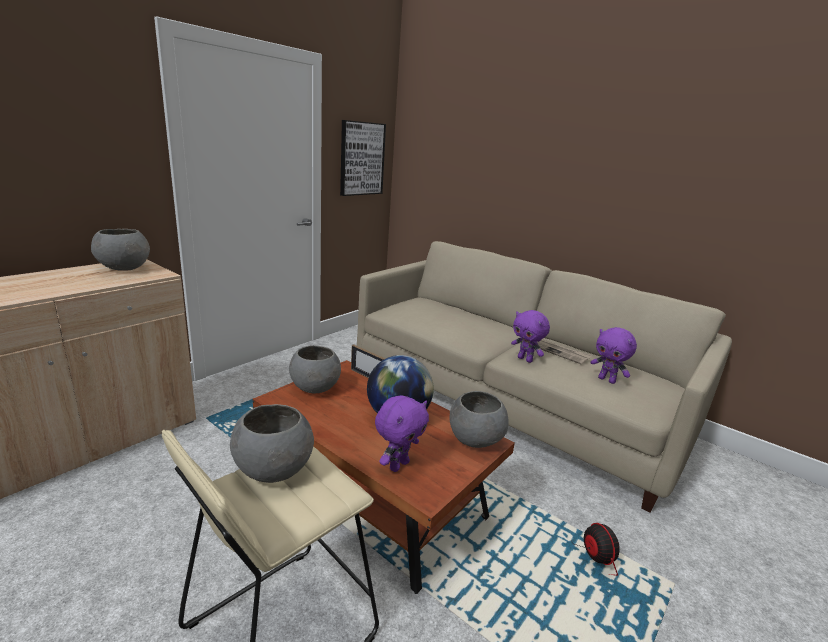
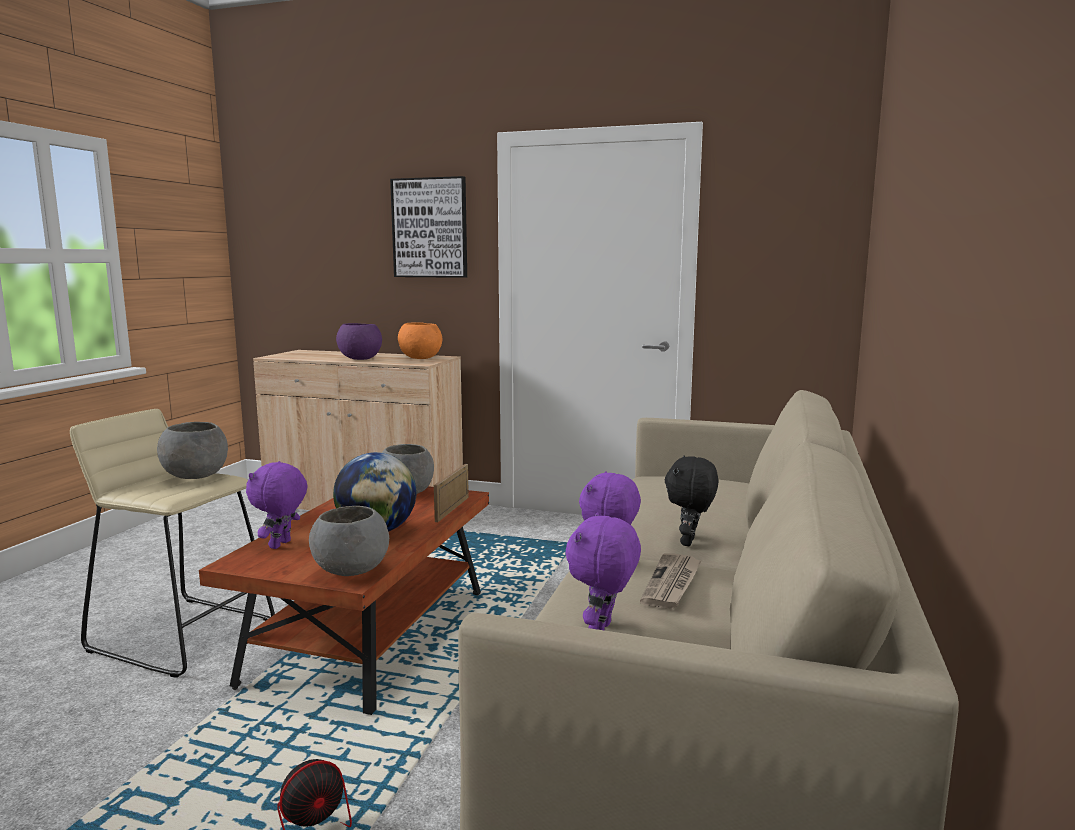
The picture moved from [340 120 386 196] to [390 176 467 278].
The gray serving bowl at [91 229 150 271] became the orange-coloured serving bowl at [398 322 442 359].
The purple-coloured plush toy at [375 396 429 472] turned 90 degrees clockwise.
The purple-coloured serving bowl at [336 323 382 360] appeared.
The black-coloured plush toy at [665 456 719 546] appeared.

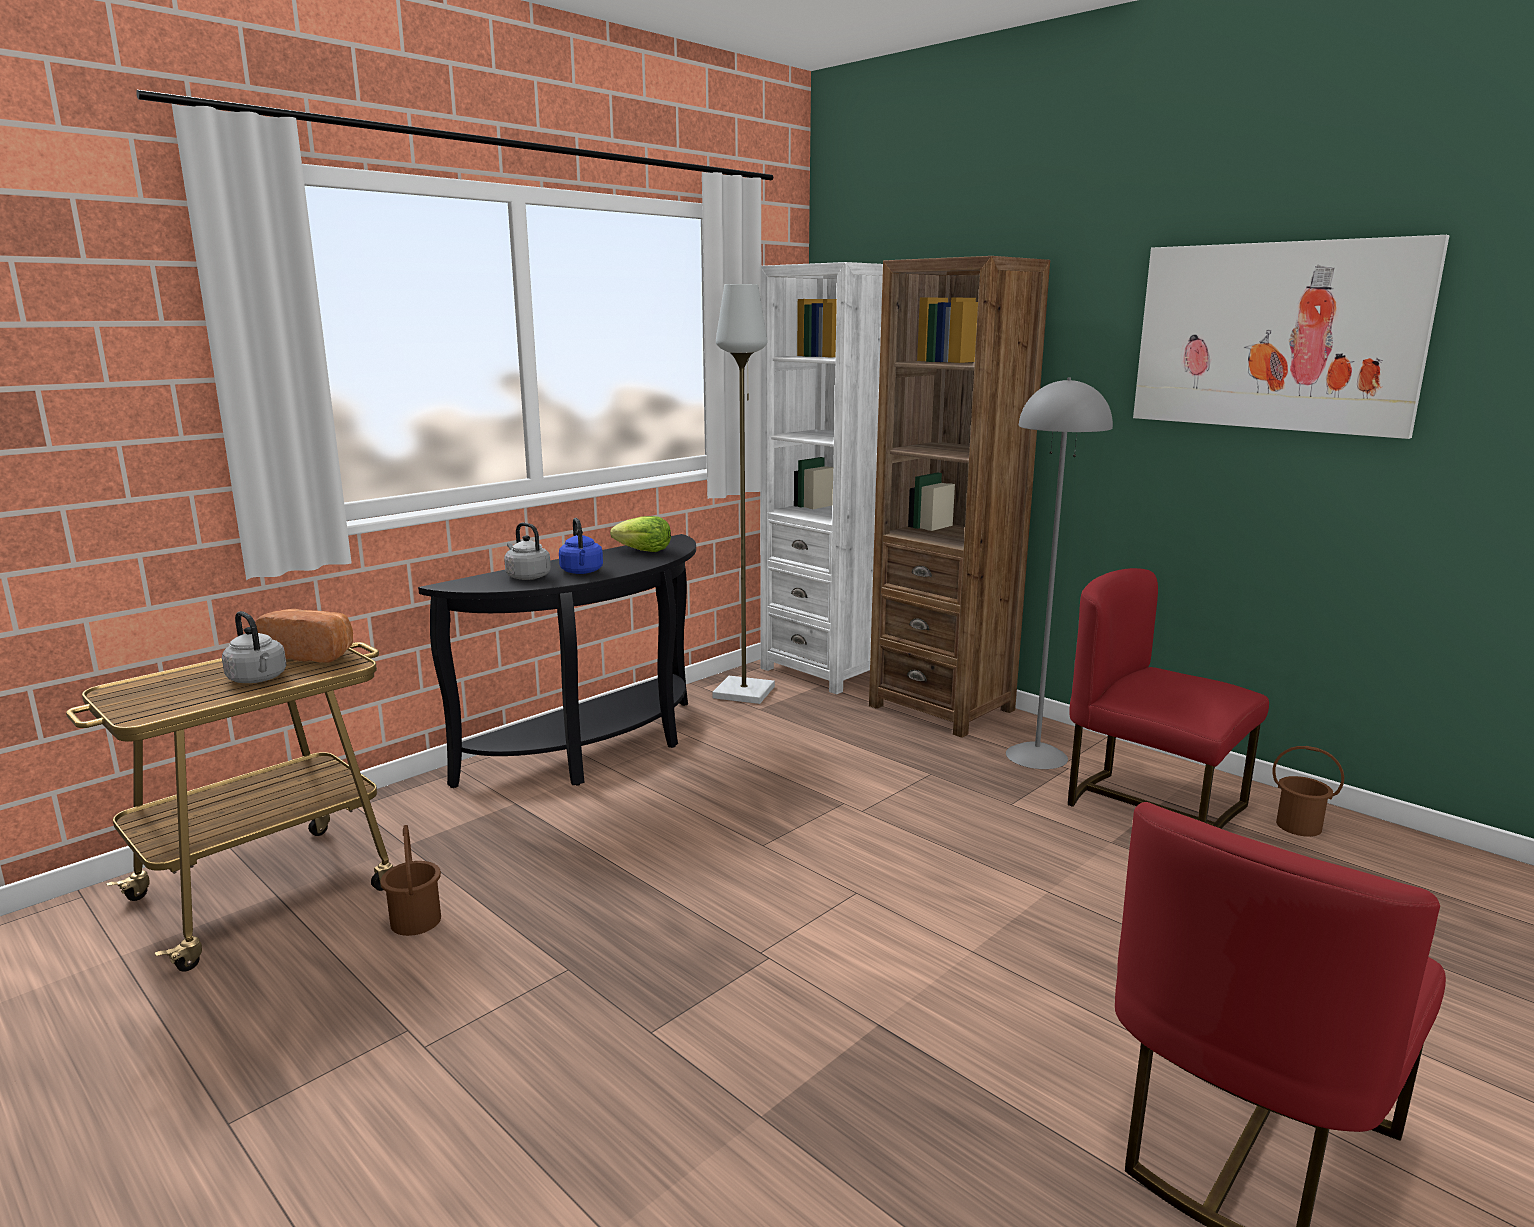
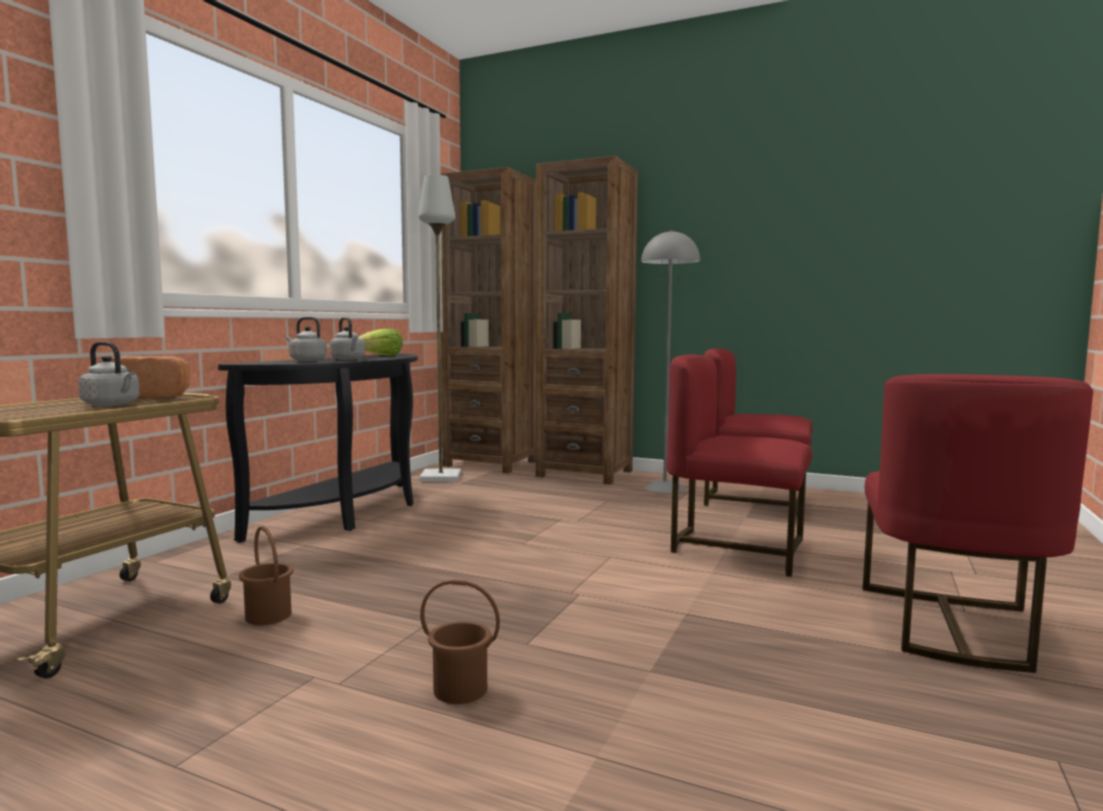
The picture at [1133 235 1450 439] disappeared.
The whitish shelving unit at [760 262 883 694] became the brown shelving unit at [441 167 536 473].
The bluish water kettle at [559 518 603 574] became the gray water kettle at [330 317 365 360].
The brown water bucket moved from [1272 746 1344 837] to [420 579 500 704].
The reddish chair at [666 354 812 577] appeared.

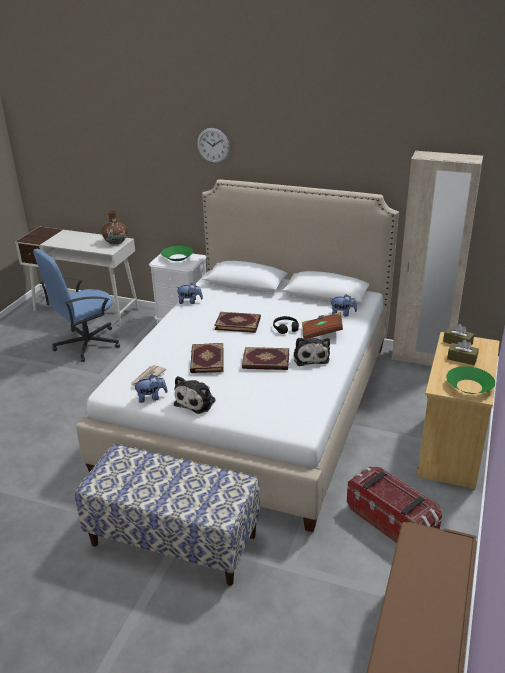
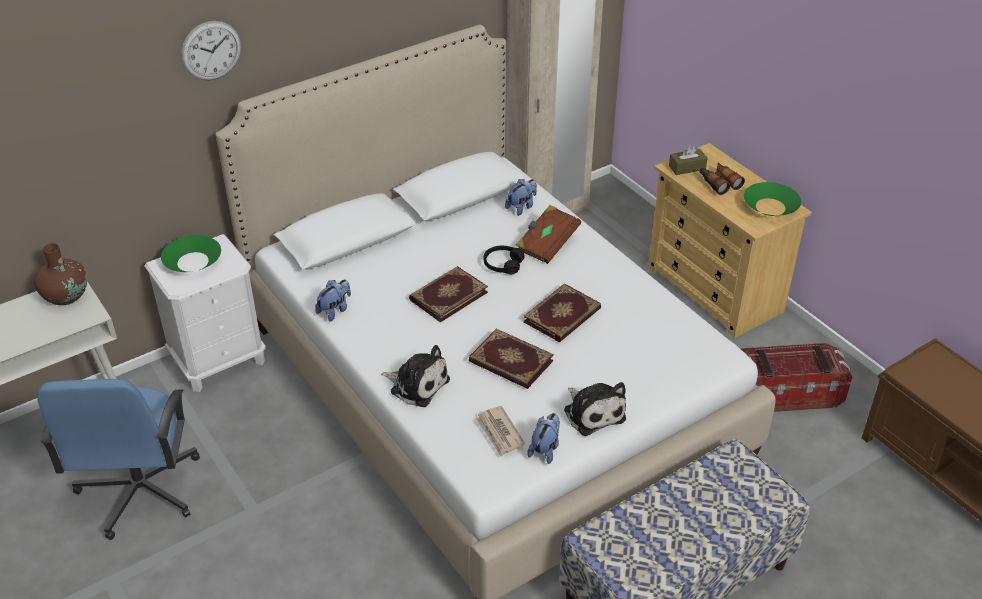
The plush toy moved from [294 338 330 366] to [381 345 450 407].
The brown box of tissues at [447 340 479 365] was replaced by the pair of binoculars at [699 163 745 195].

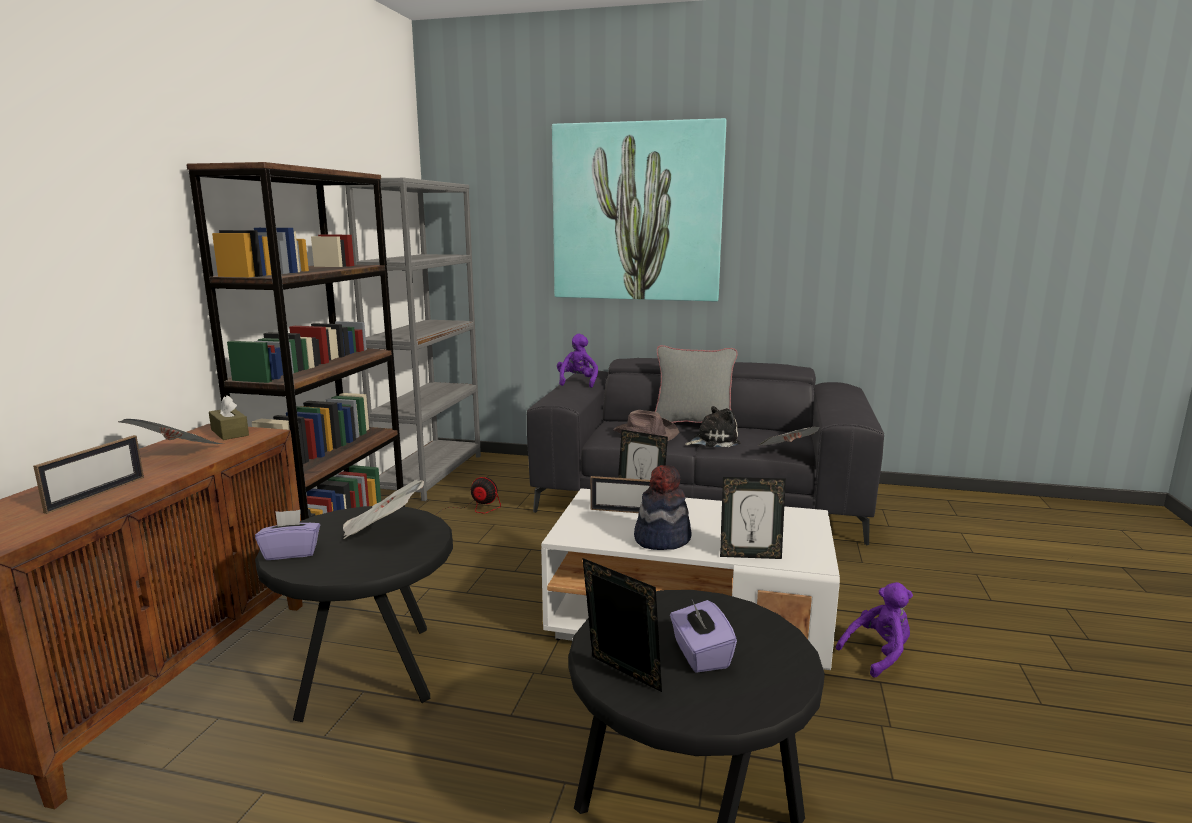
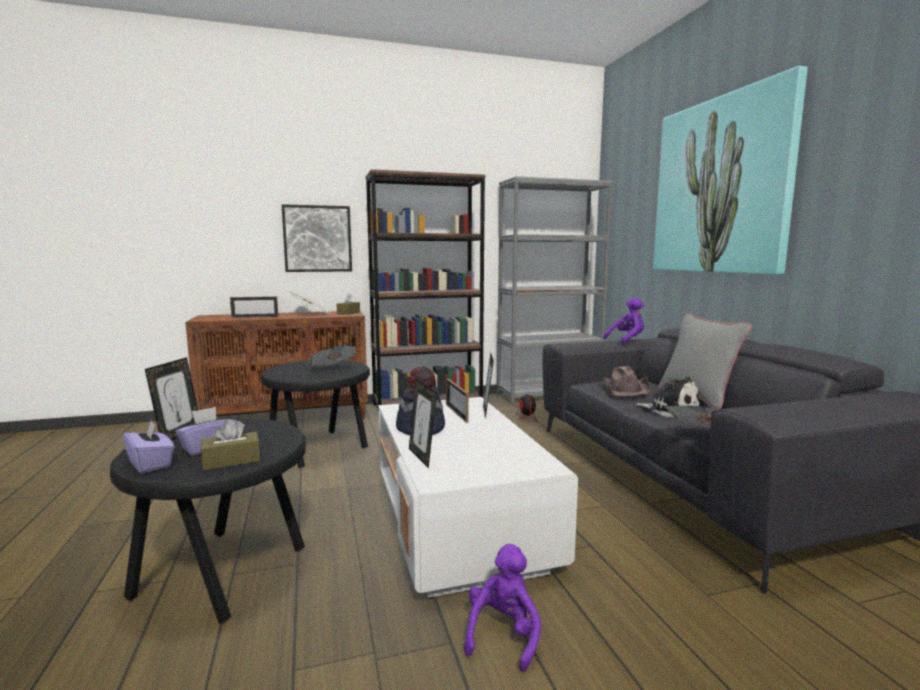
The purple-coloured box of tissues moved from [255 510 320 560] to [123 421 174 474].
The purple-coloured plush toy at [836 582 913 677] turned 105 degrees counterclockwise.
The picture at [282 204 352 272] appeared.
The brown box of tissues at [201 419 260 470] appeared.

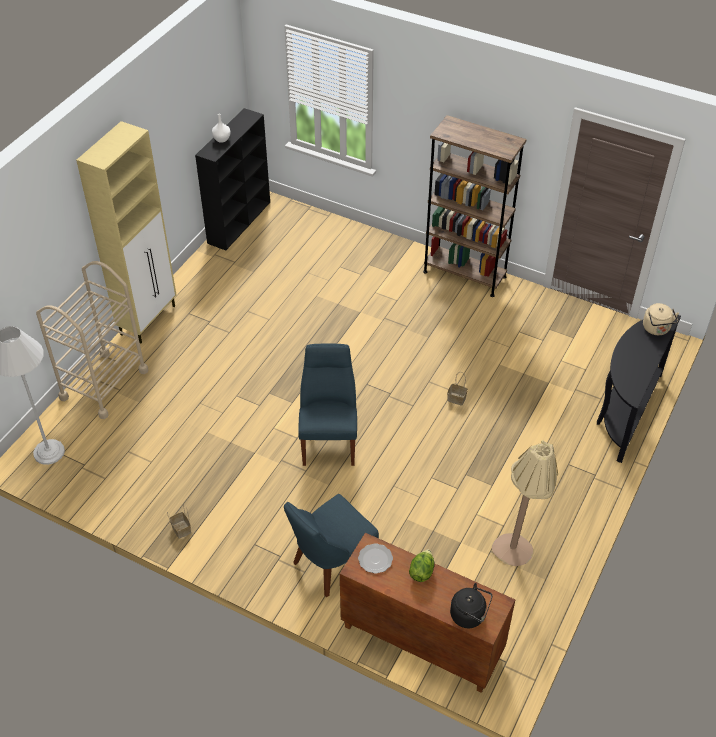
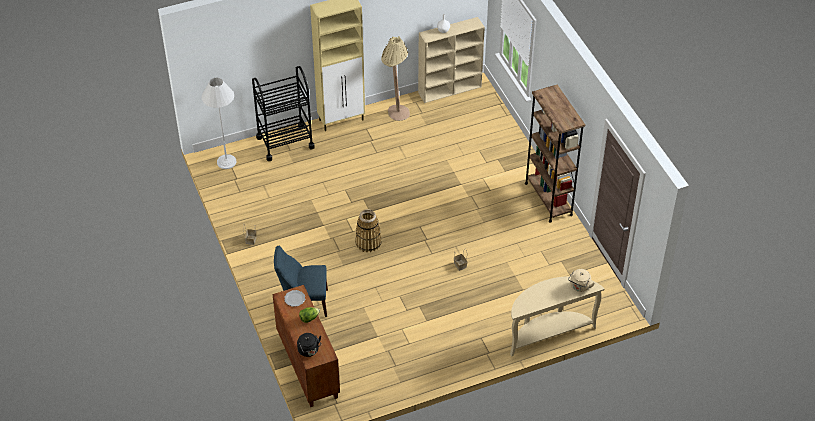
The black-coloured shelving unit at [195 108 270 250] became the sand-coloured shelving unit at [418 17 485 103].
The sand-coloured cart at [36 261 148 419] became the black-coloured cart at [252 66 315 161].
The black-coloured console table at [597 314 681 463] became the sand-coloured console table at [510 276 604 357].
The bluish chair at [298 344 357 466] was replaced by the basket at [355 209 382 252].
The sand-coloured standard lamp moved from [492 440 558 566] to [381 36 410 121].

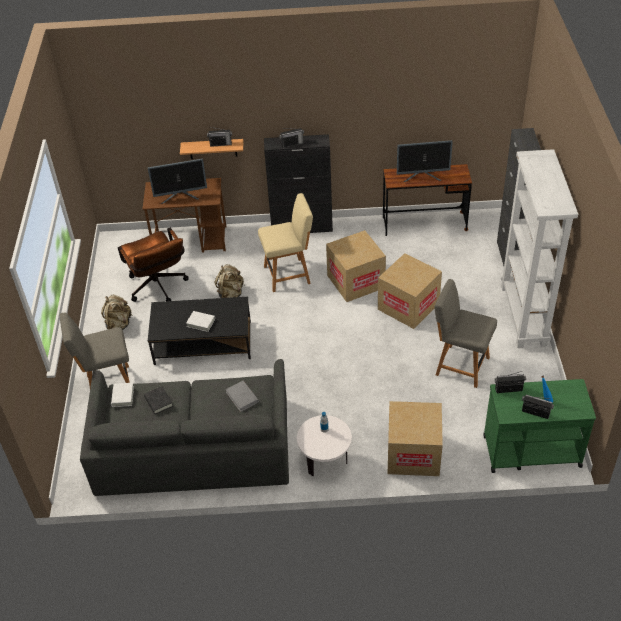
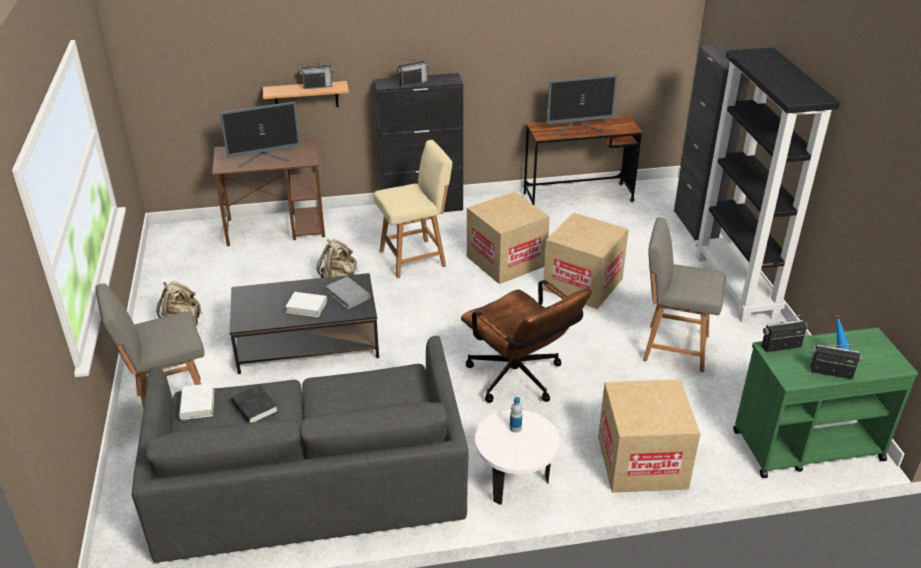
The whitish shelving unit at [501 149 578 348] became the black-coloured shelving unit at [695 47 840 322].
The brown office chair moved from [118 227 189 302] to [461 280 591 403].
The gray book moved from [225 381 259 412] to [325 276 371 309].

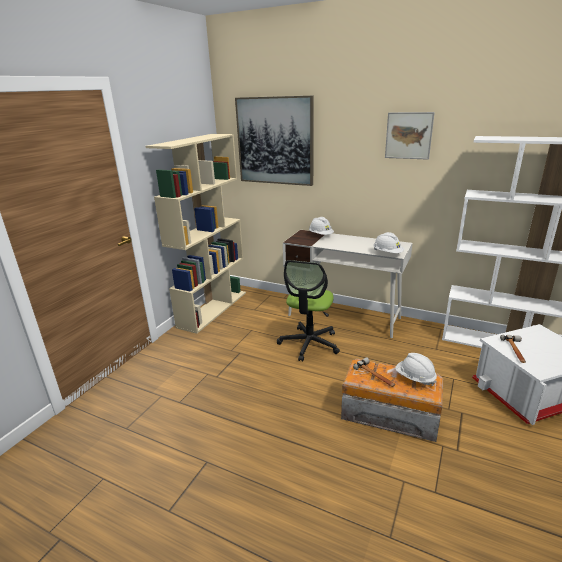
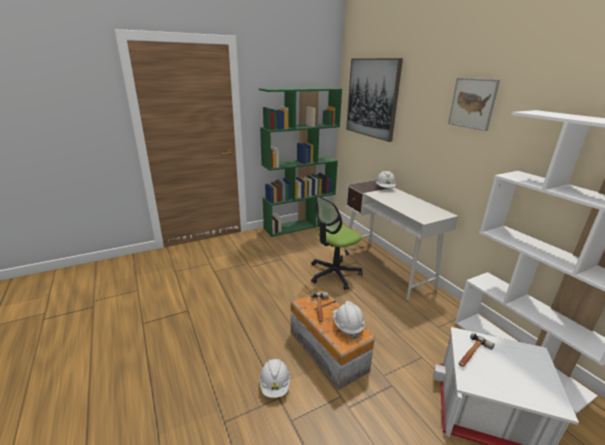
The sand-coloured shelving unit at [146 134 246 334] became the green-coloured shelving unit at [259 87 342 237].
The whitish work helmet moved from [373 232 404 253] to [259 359 290 398].

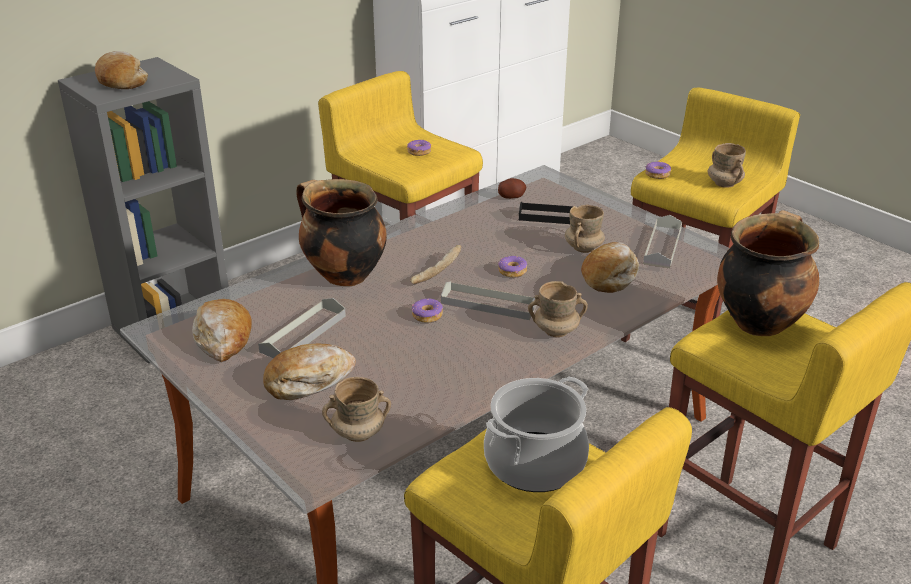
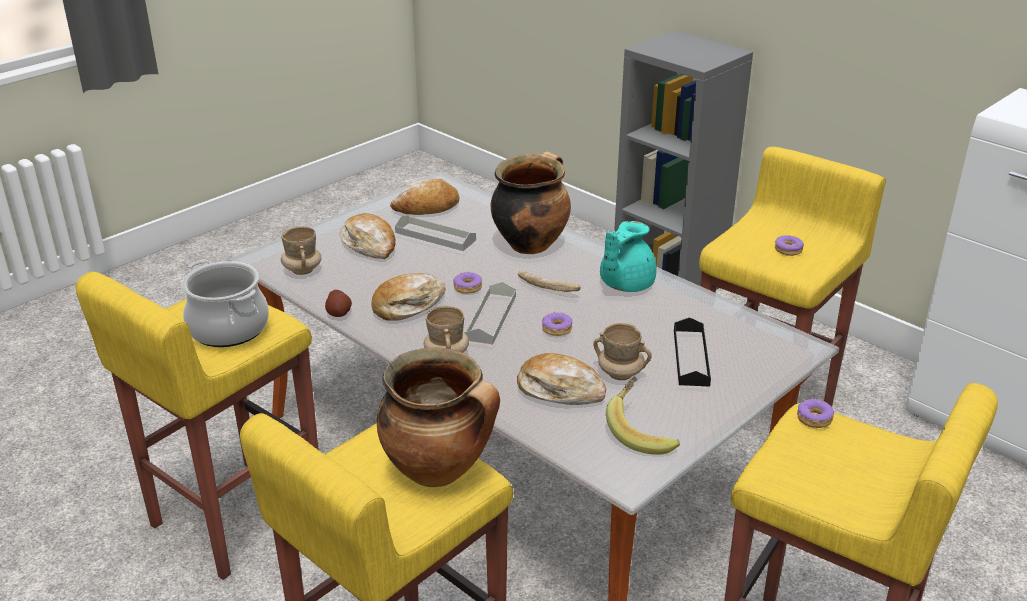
The bakery bread moved from [95 51 148 89] to [372 273 446 321].
The sand-coloured tea mug at [708 143 746 188] disappeared.
The potato moved from [498 178 526 199] to [325 290 352 317].
The gray tray at [643 215 682 268] was replaced by the banana at [606 376 680 455].
The turquoise-coloured tea pot at [600 221 656 292] appeared.

